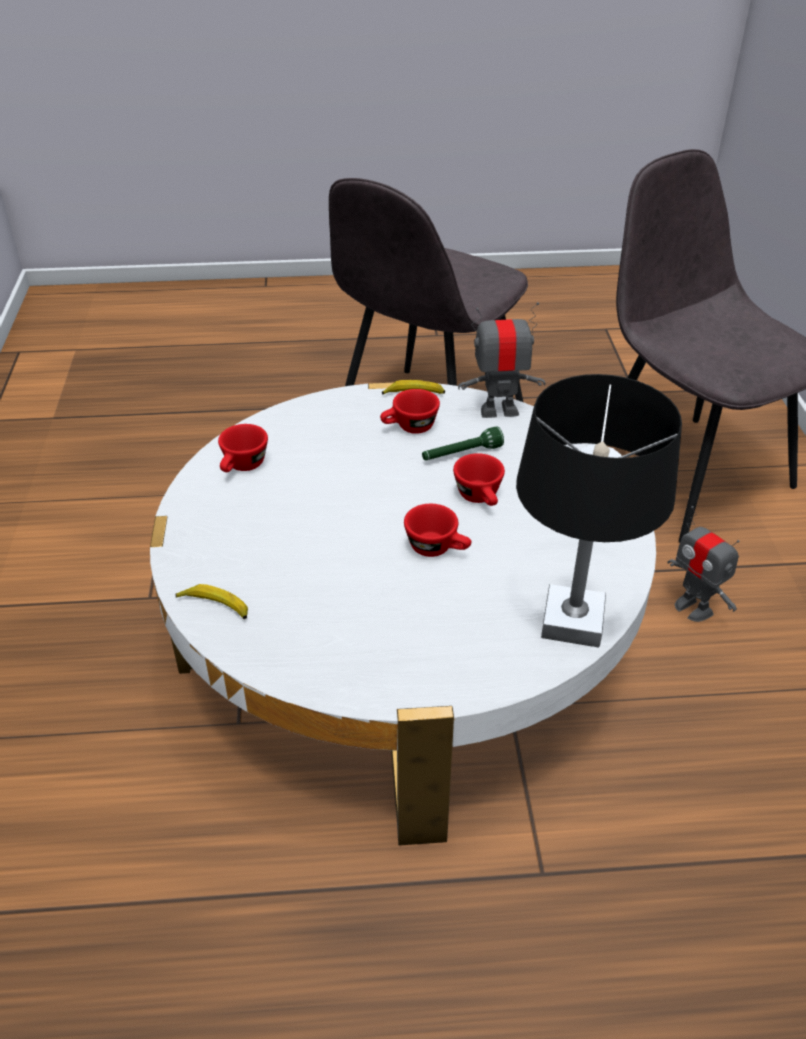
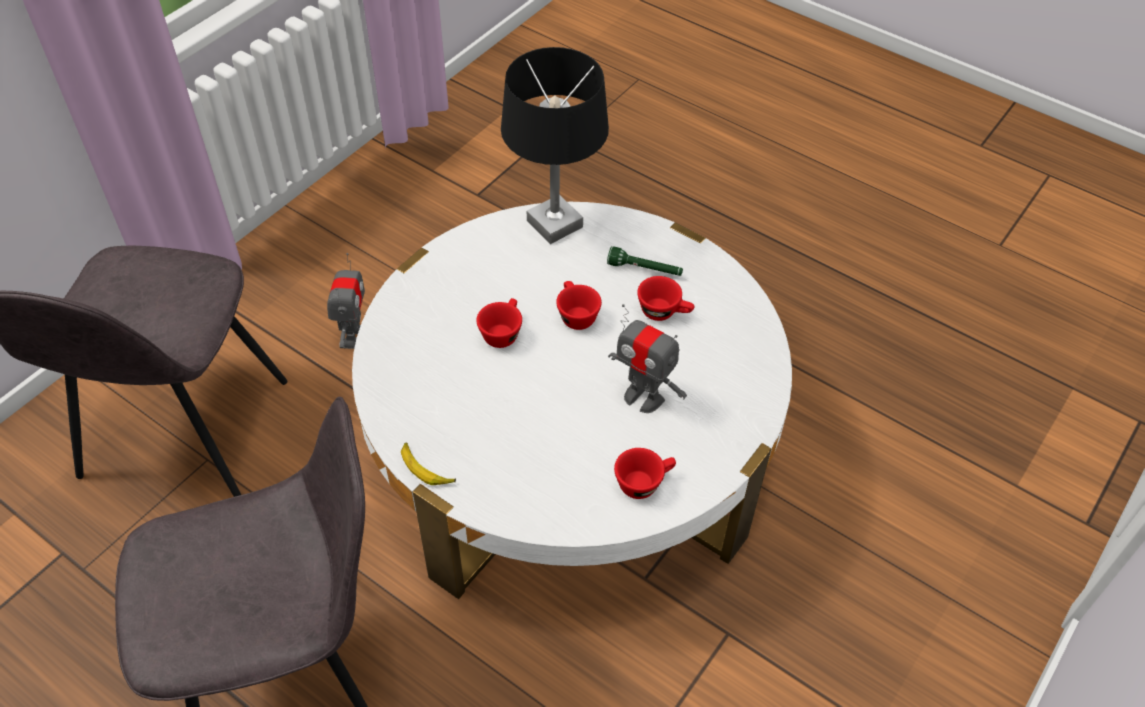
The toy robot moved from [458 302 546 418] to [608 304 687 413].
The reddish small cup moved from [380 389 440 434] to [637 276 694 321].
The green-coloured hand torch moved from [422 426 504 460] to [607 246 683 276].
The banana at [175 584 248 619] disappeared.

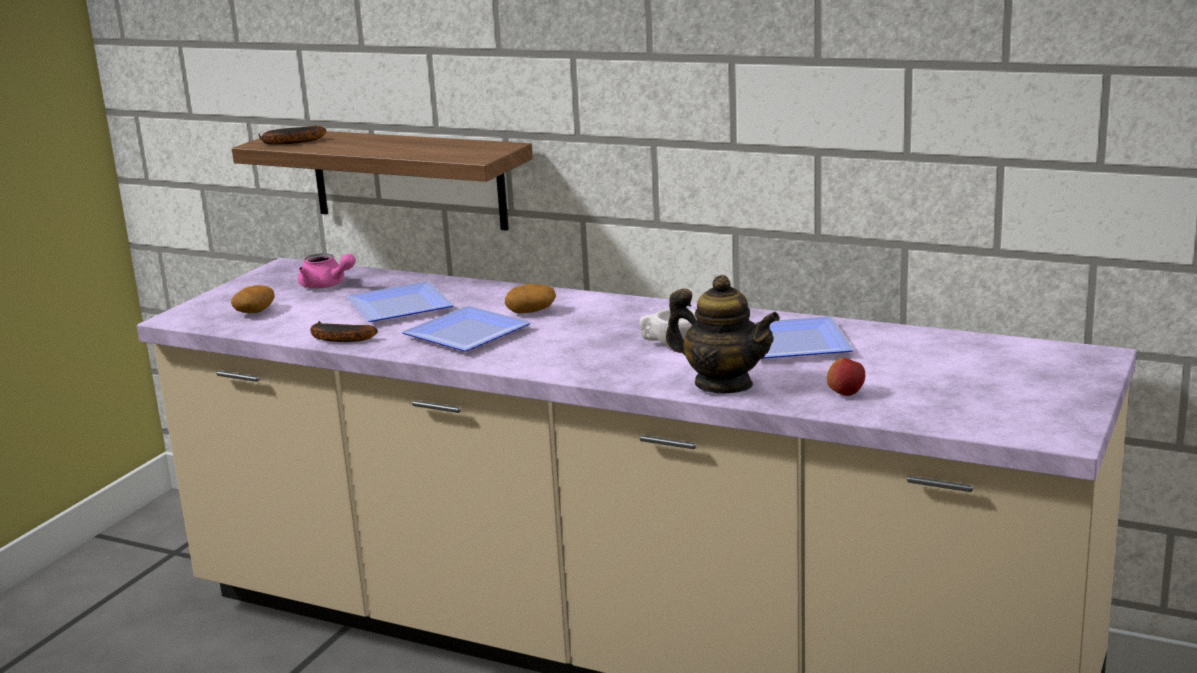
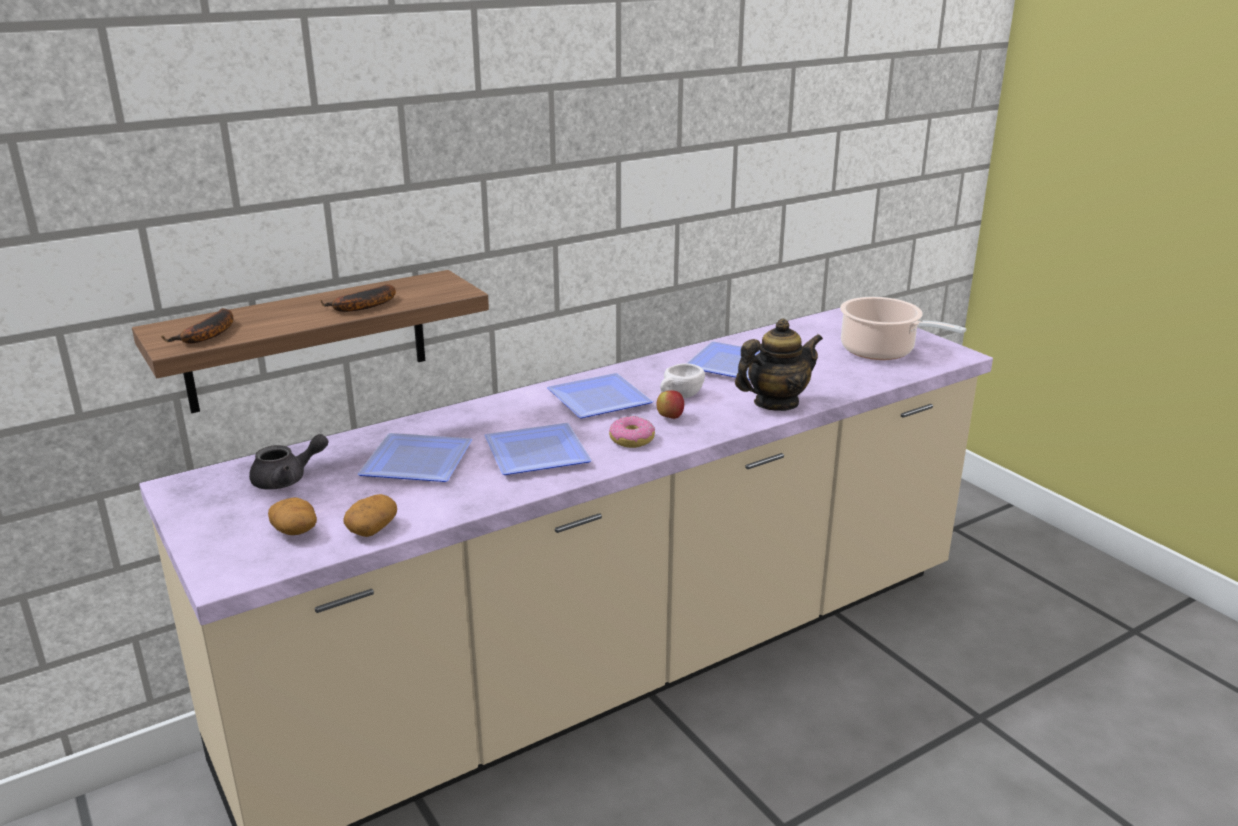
The pink-coloured tea pot at [298 253 356 289] became the gray tea pot at [249 434 328 490].
The potato moved from [505 284 556 314] to [343 494 397 537].
The banana moved from [310 321 378 342] to [321 284 396 312].
The apple moved from [827 358 865 396] to [656 390 684 419].
The saucepot at [840 297 966 360] appeared.
The plate at [547 373 653 418] appeared.
The ring doughnut at [609 416 655 448] appeared.

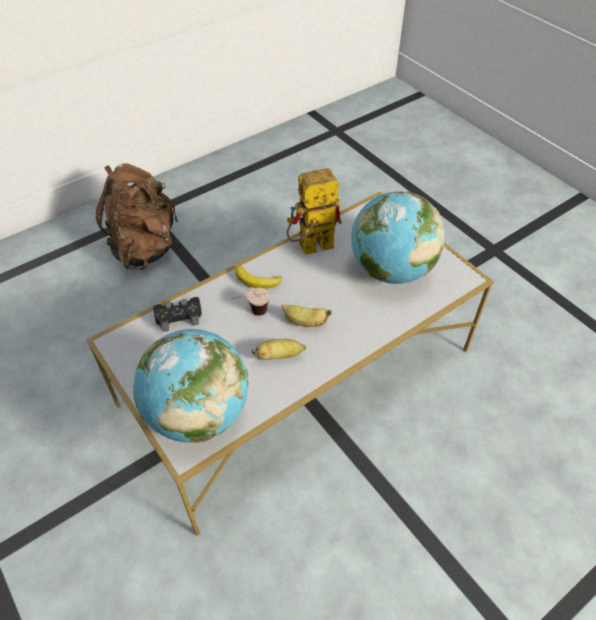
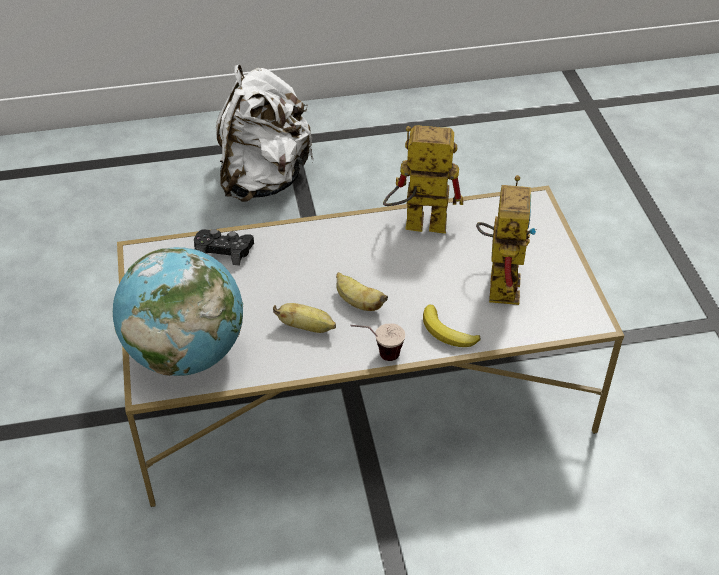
The brown knapsack at [96 163 178 270] became the whitish knapsack at [216 64 314 202].
The desk globe at [351 191 444 284] was replaced by the toy robot at [476 175 536 305].
The banana moved from [235 265 282 289] to [423 305 481 347].
The small cup moved from [231 288 270 316] to [350 323 405 361].

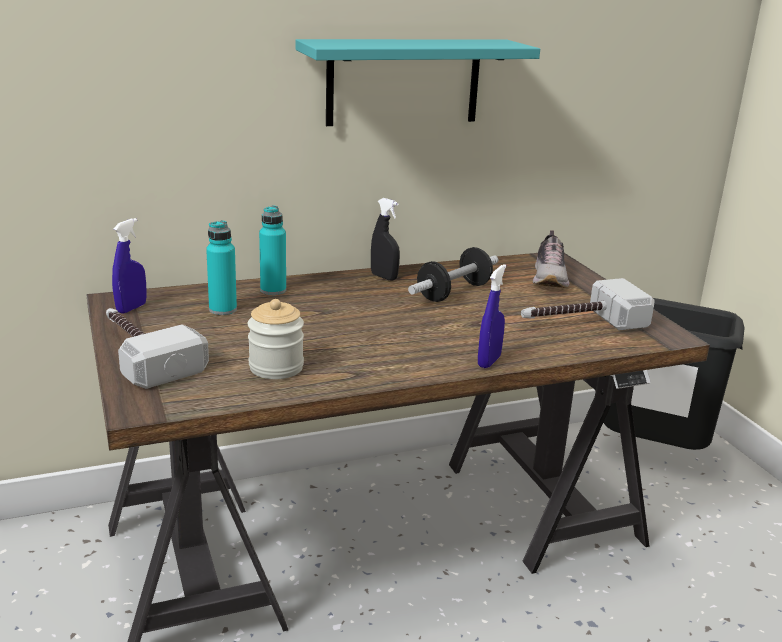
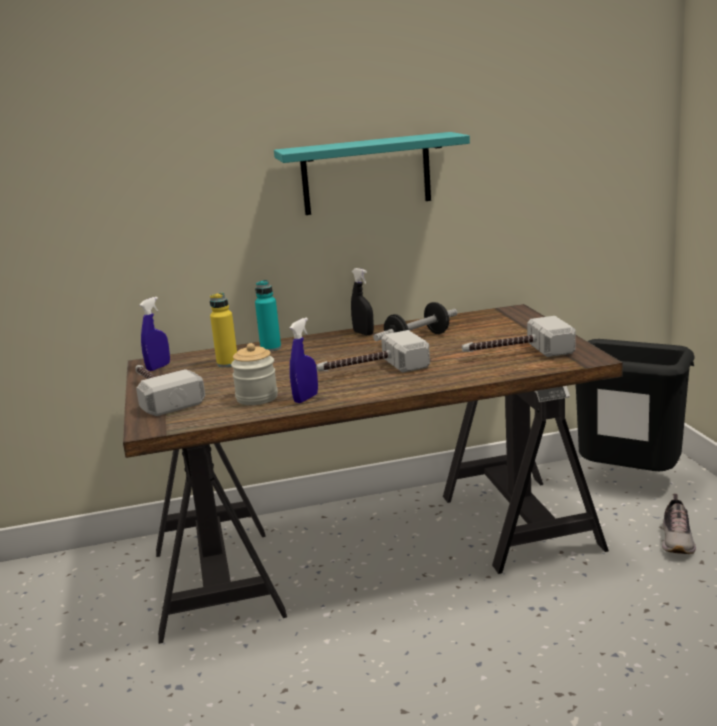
The turquoise-coloured drink bottle at [206 220 237 315] became the yellow-coloured drink bottle at [210 293 237 367].
The low shoe moved from [533 230 569 288] to [662 494 696 554].
The bluish sprayer moved from [478 264 506 368] to [290 318 318 403].
The tool hammer at [316 330 430 373] appeared.

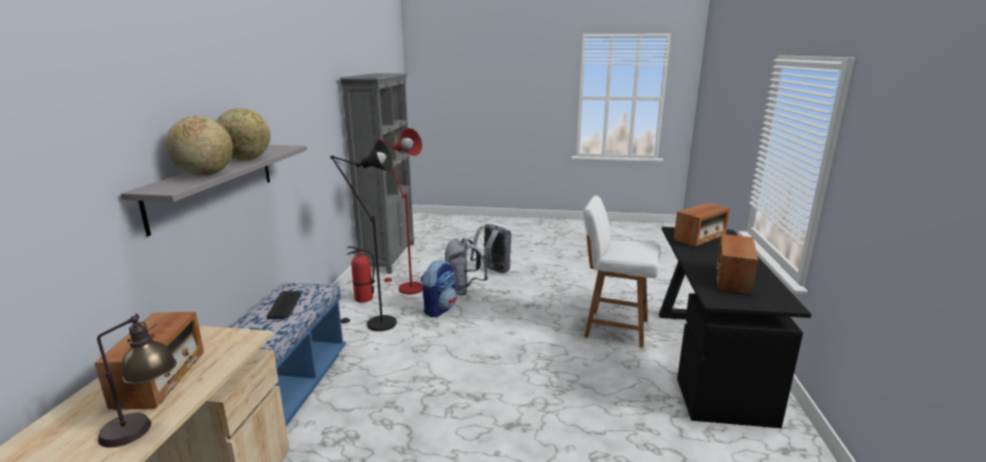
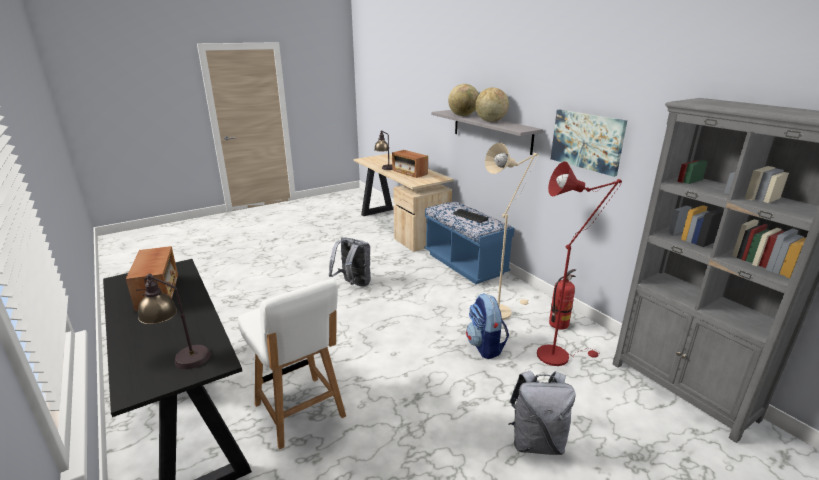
The black-coloured standard lamp at [330 141 397 331] became the sand-coloured standard lamp at [485 143 538 320].
The whitish chair at [583 195 661 348] turned 75 degrees clockwise.
The radio set at [674 203 730 247] was replaced by the tabletop lamp at [136 274 211 369].
The gray knapsack moved from [445 238 488 295] to [329 237 371 287].
The picture at [551 110 627 177] appeared.

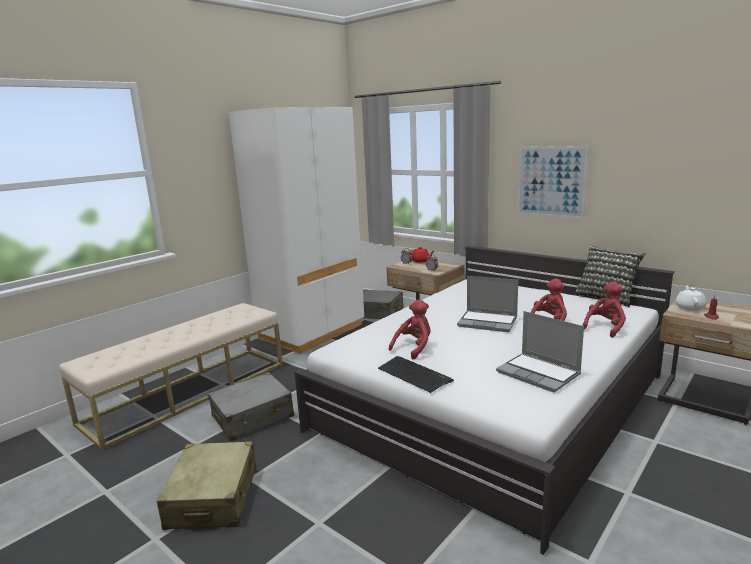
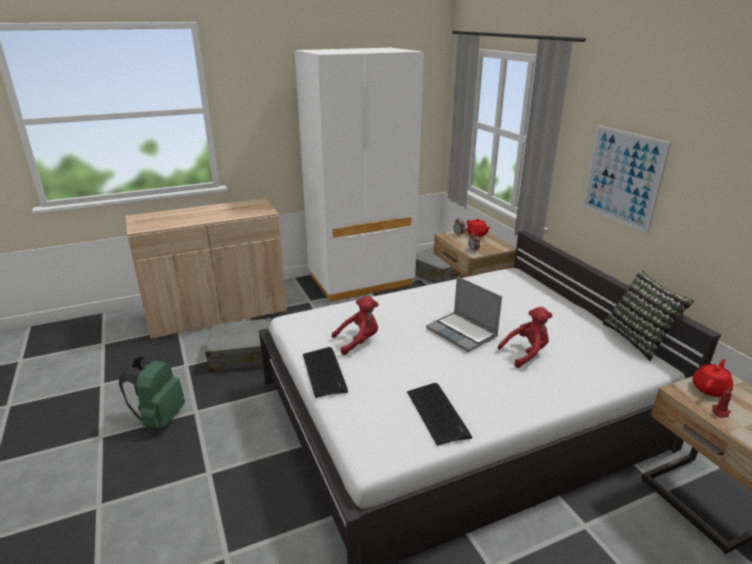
The reddish plush toy at [582 281 626 338] disappeared.
The whitish tea pot at [675 286 707 311] became the reddish tea pot at [692 359 733 397].
The sand-coloured indoor bench at [59 303 283 450] was replaced by the sand-coloured cupboard at [126 198 287 339].
The portable computer at [496 311 584 393] was replaced by the keyboard at [407 383 472 446].
The sand-coloured piece of luggage at [157 441 256 530] was replaced by the green-coloured knapsack at [119 355 185 428].

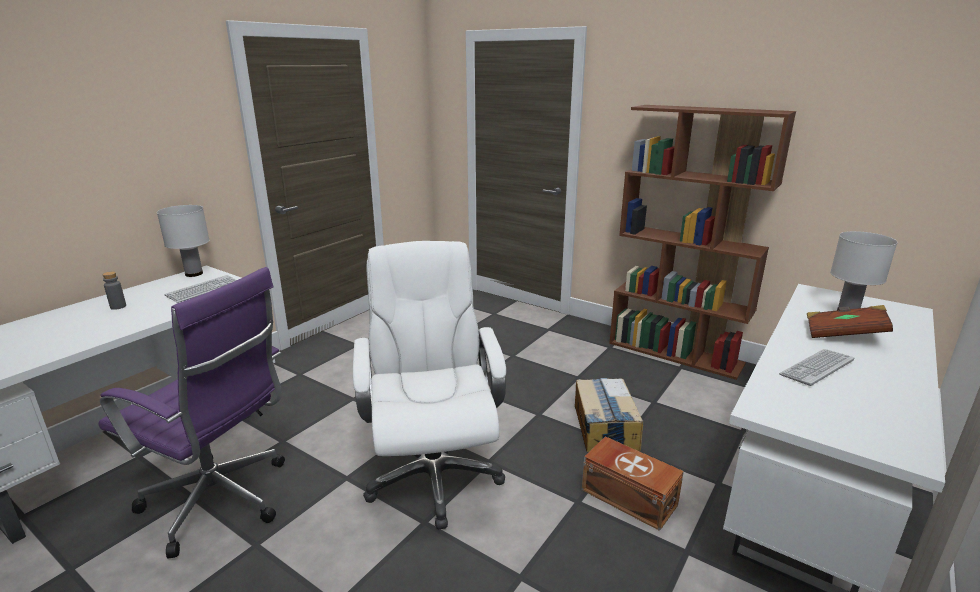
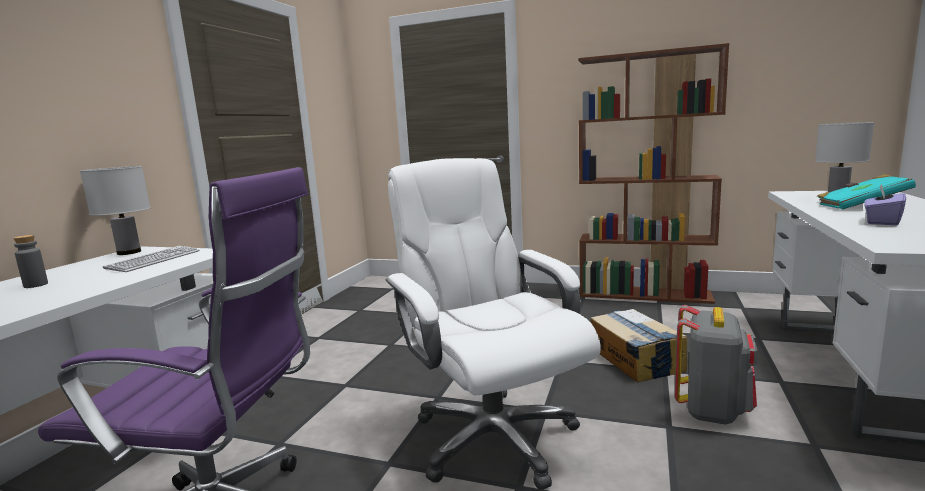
The brown book at [807 305 893 338] became the turquoise-coloured book at [817 174 916 210].
The keyboard at [779 349 854 386] was replaced by the purple-coloured box of tissues at [864 184 906 226].
The brown storage box at [582 436 684 531] was replaced by the gray knapsack at [675 305 758 424].

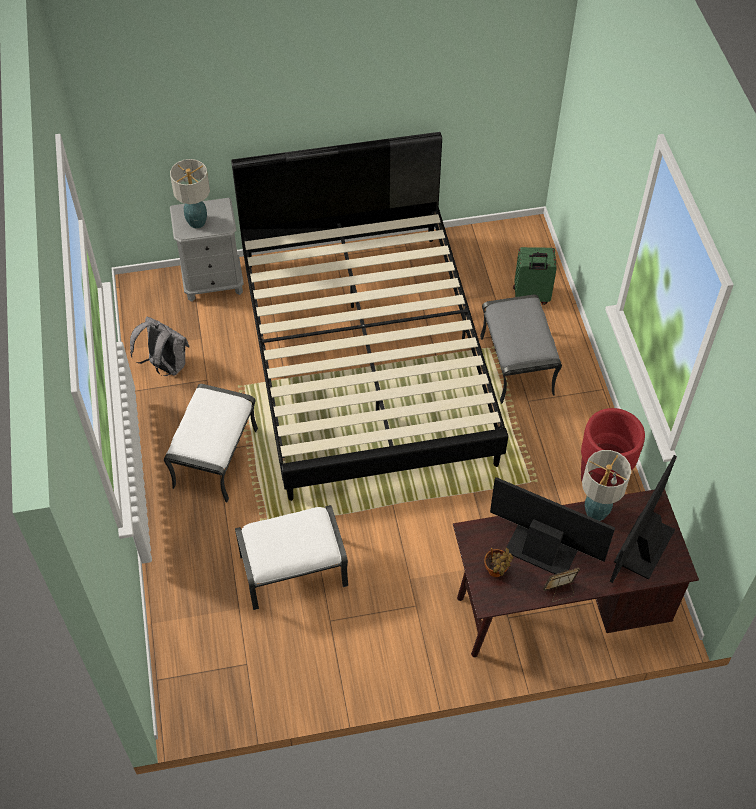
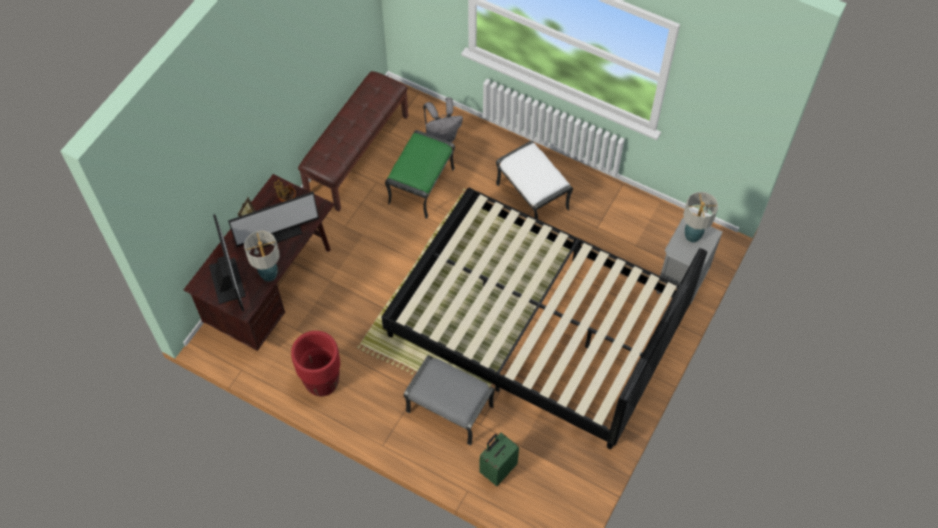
The gray knapsack moved from [130 316 190 376] to [423 97 463 142].
The whitish ottoman at [235 505 348 610] became the green-coloured ottoman at [385 130 455 219].
The brown indoor bench at [298 71 408 212] appeared.

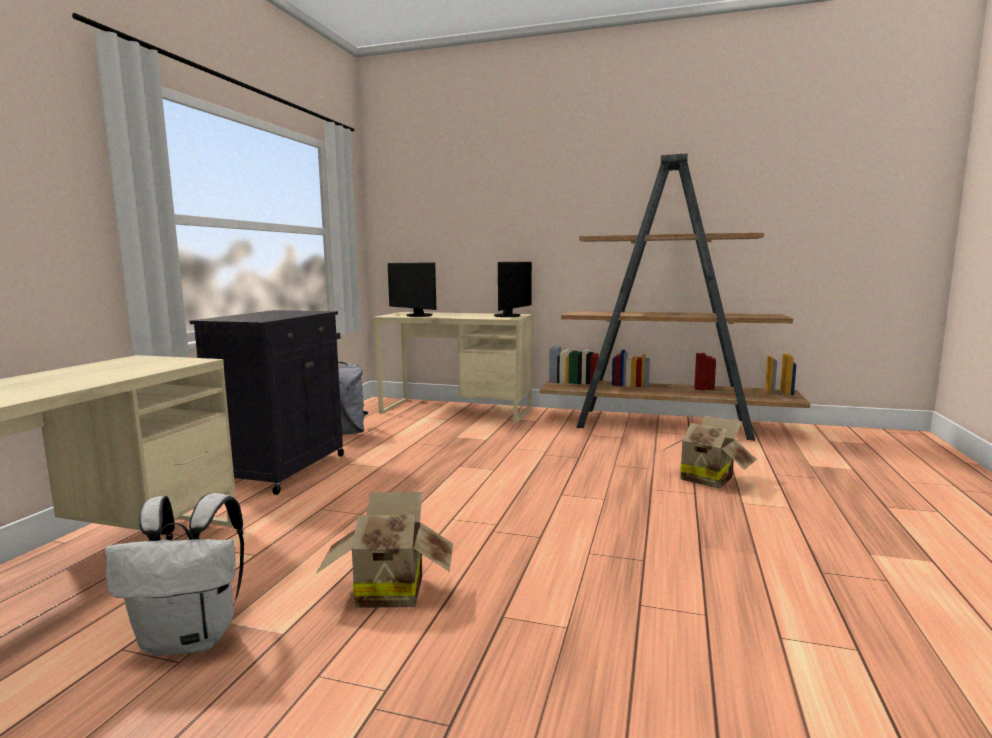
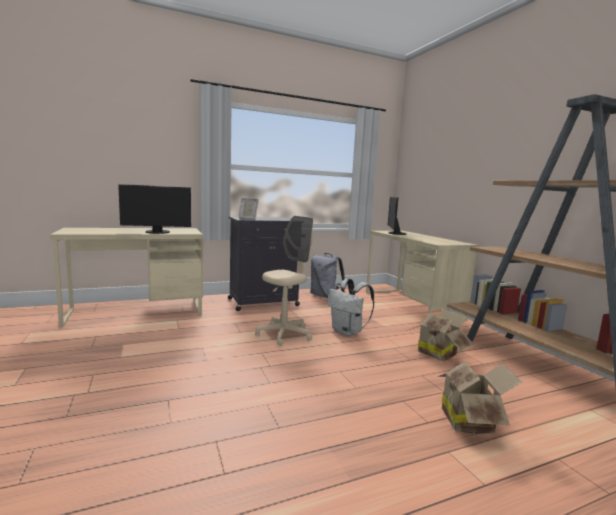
The computer screen moved from [494 262 532 317] to [118 184 191 234].
The packing box moved from [316 492 453 608] to [406 309 473 361].
The whitish knapsack moved from [105 493 244 656] to [327 278 374 336].
The picture frame at [239 198 259 220] appeared.
The sand-coloured office chair at [255 216 313 346] appeared.

